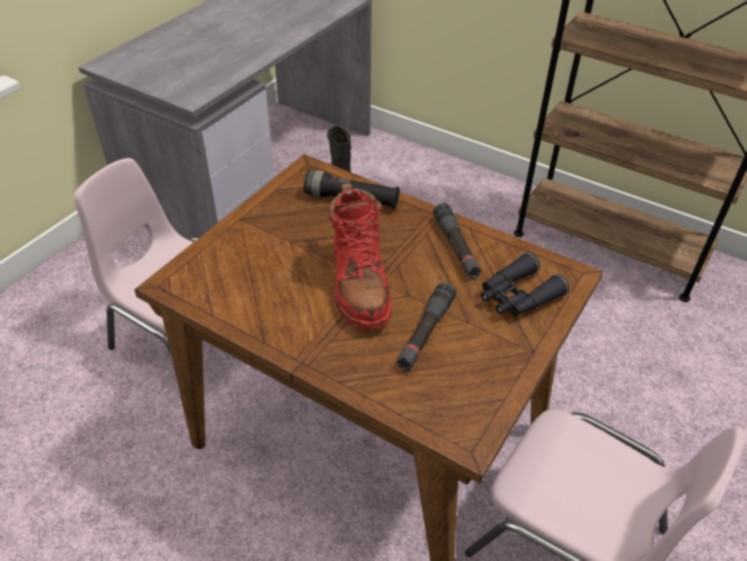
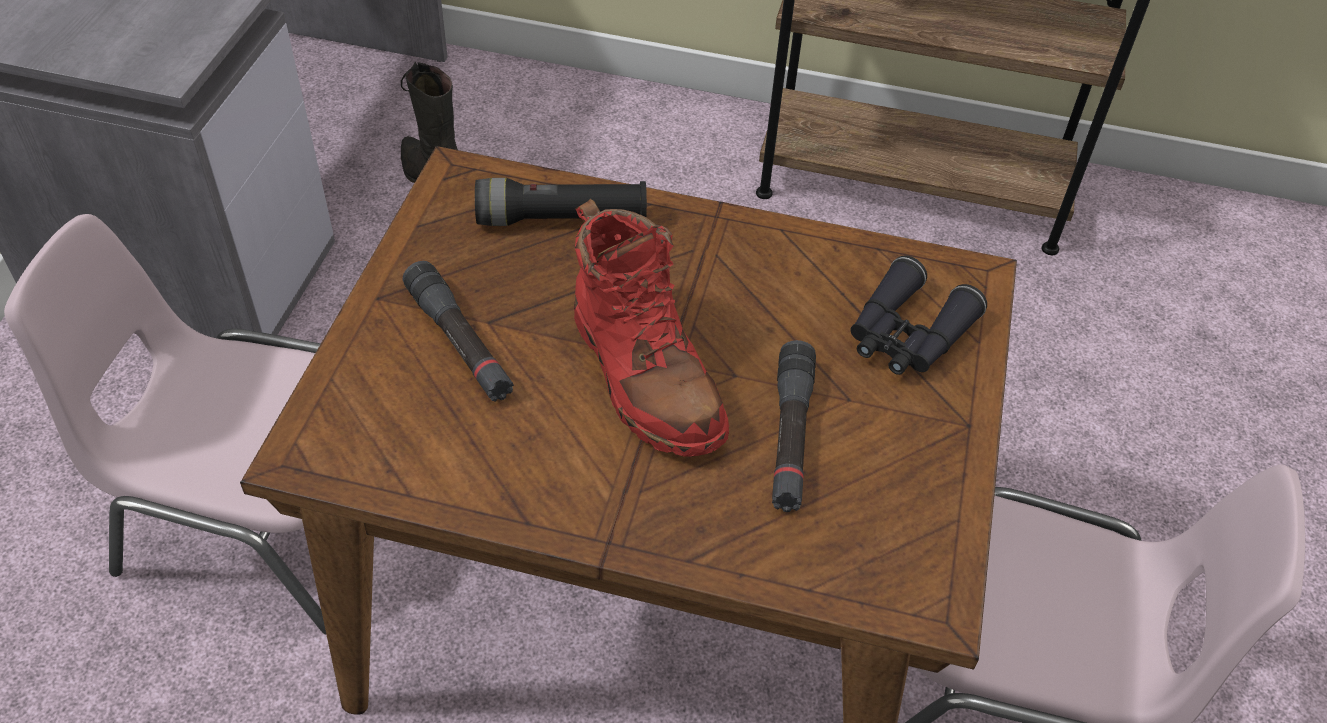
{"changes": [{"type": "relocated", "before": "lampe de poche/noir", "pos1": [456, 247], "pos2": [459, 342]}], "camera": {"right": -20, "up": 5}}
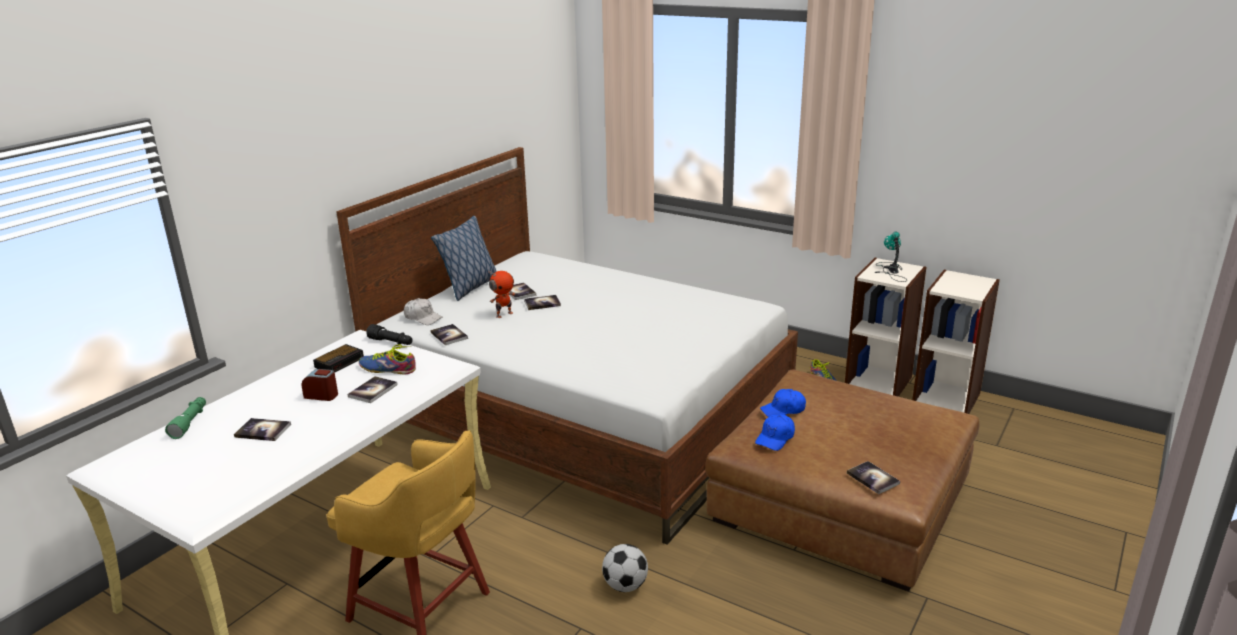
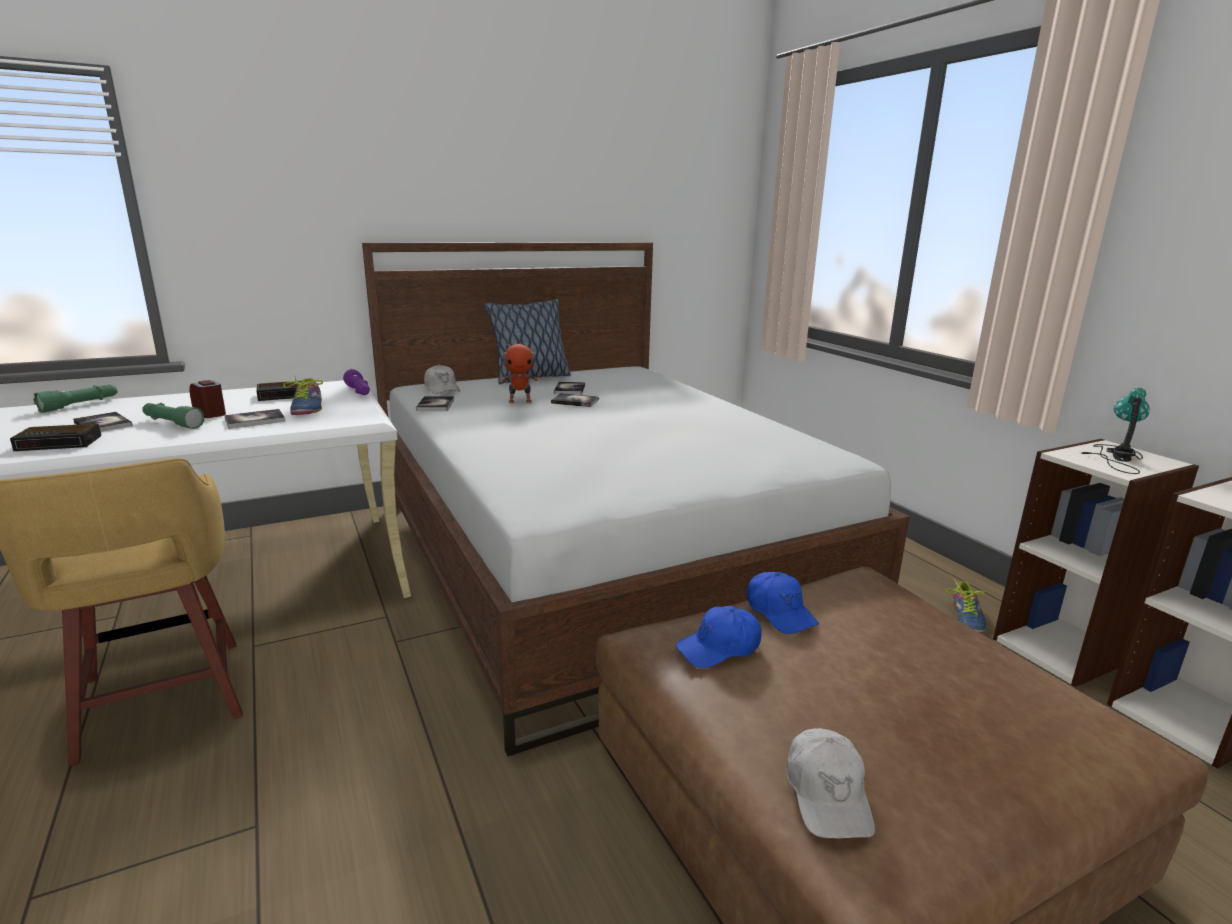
{"changes": [{"type": "colour", "before": "lampe de poche/noir", "after": "lampe de poche/violet", "pos1": [391, 342], "pos2": [359, 392]}, {"type": "spun", "before": "chaussure", "pos1": [387, 369], "pos2": [307, 408], "turn": -150}, {"type": "spun", "before": "casquette/bleu", "pos1": [783, 410], "pos2": [780, 612], "turn": -135}, {"type": "exchanged", "before": "livre", "after": "casquette/blanc", "pos1": [872, 478], "pos2": [828, 794]}, {"type": "missing", "before": "ballon de foot", "pos1": [625, 585]}, {"type": "appeared", "after": "lampe de poche/vert", "pos2": [172, 423]}, {"type": "appeared", "after": "réveil", "pos2": [61, 443]}], "camera": {"right": 30, "up": -5}}
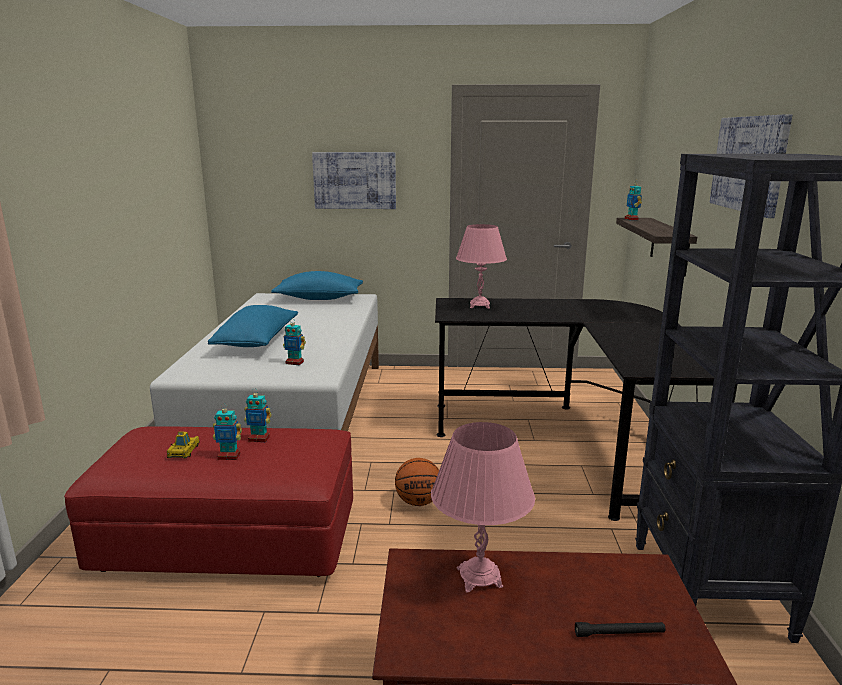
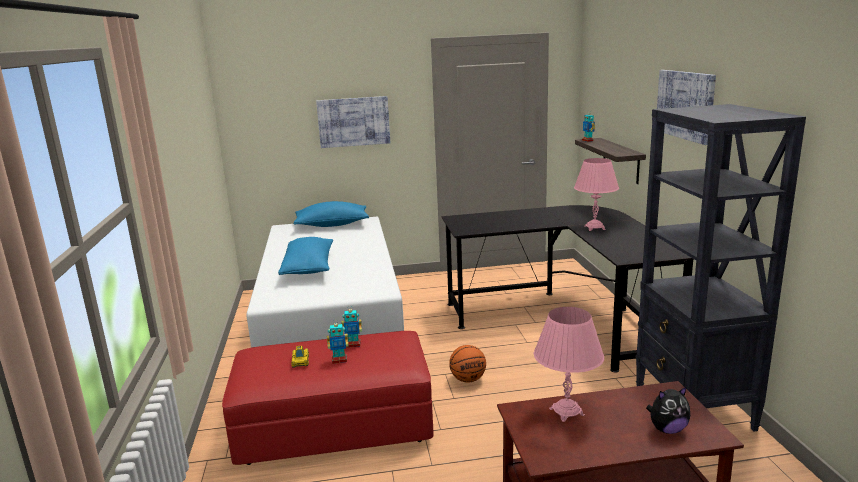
{"changes": [{"type": "relocated", "before": "lampe de table/rose", "pos1": [480, 306], "pos2": [594, 228]}, {"type": "missing", "before": "robot jouet", "pos1": [295, 362]}, {"type": "exchanged", "before": "lampe de poche/noir", "after": "peluche", "pos1": [619, 633], "pos2": [667, 429]}], "camera": {"right": -10, "up": 0}}
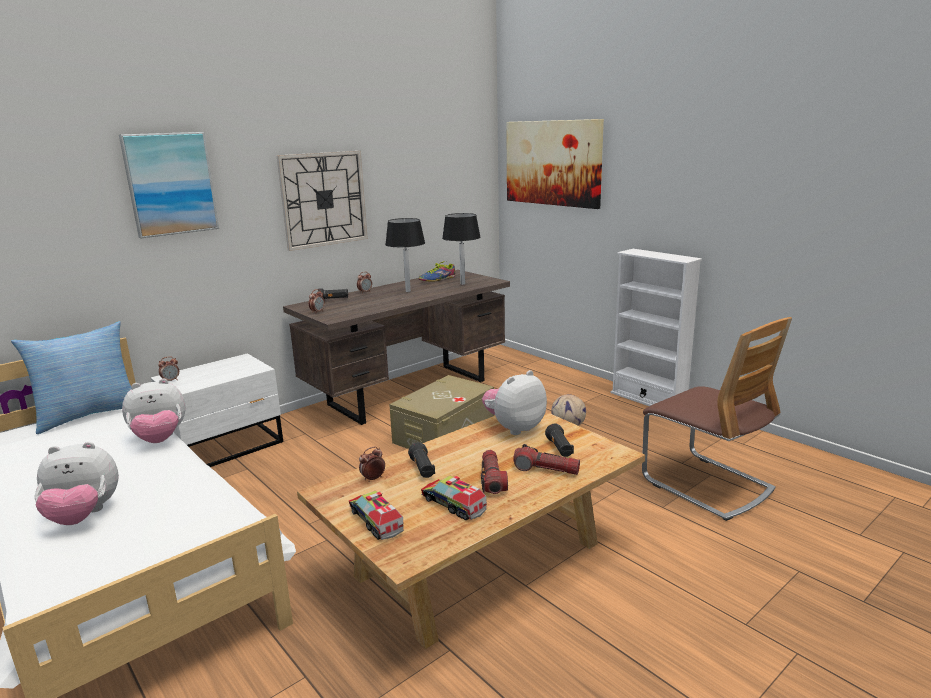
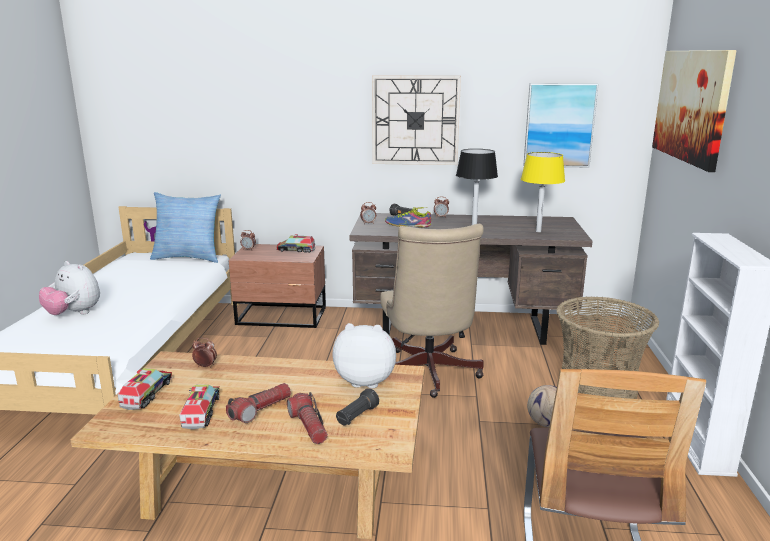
{"changes": [{"type": "relocated", "before": "tableau", "pos1": [170, 184], "pos2": [559, 125]}, {"type": "colour", "before": "lampe de table/noir", "after": "lampe de table/jaune", "pos1": [463, 284], "pos2": [538, 231]}, {"type": "relocated", "before": "chaussure", "pos1": [437, 279], "pos2": [408, 225]}, {"type": "colour", "before": "table de chevet/blanc", "after": "table de chevet/marron", "pos1": [227, 447], "pos2": [282, 316]}, {"type": "exchanged", "before": "boîte de rangement/beige", "after": "chaise de bureau/beige", "pos1": [444, 433], "pos2": [428, 374]}, {"type": "missing", "before": "peluche", "pos1": [160, 439]}, {"type": "missing", "before": "lampe de poche/noir", "pos1": [422, 469]}, {"type": "appeared", "after": "camion jouet", "pos2": [296, 250]}, {"type": "appeared", "after": "panier", "pos2": [597, 387]}], "camera": {"right": 45, "up": 0}}
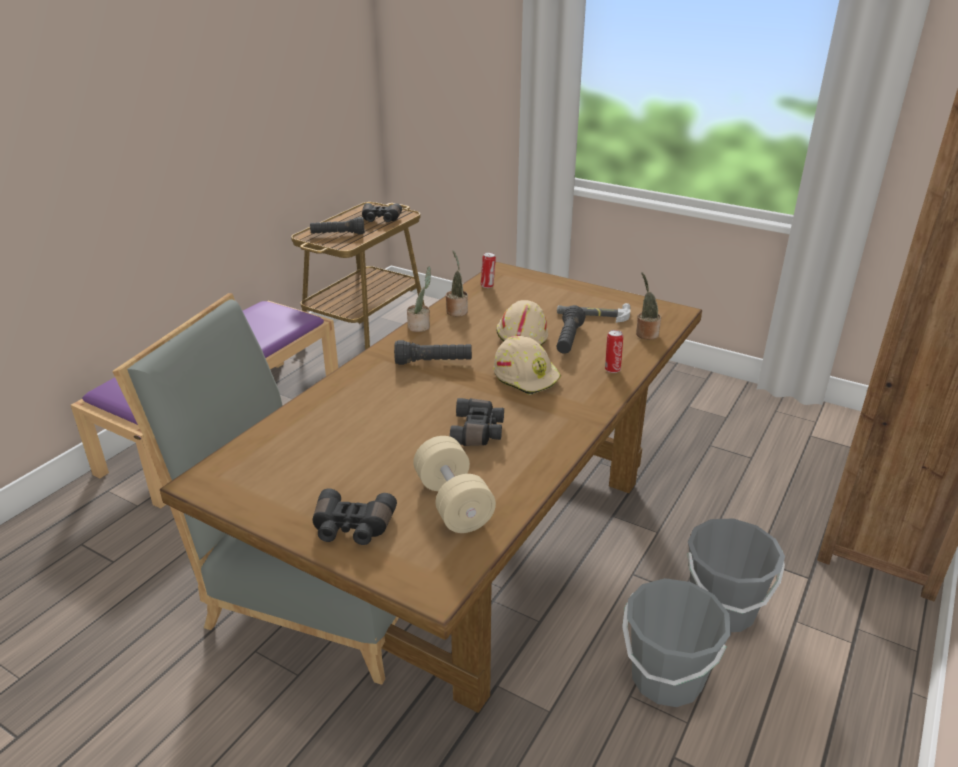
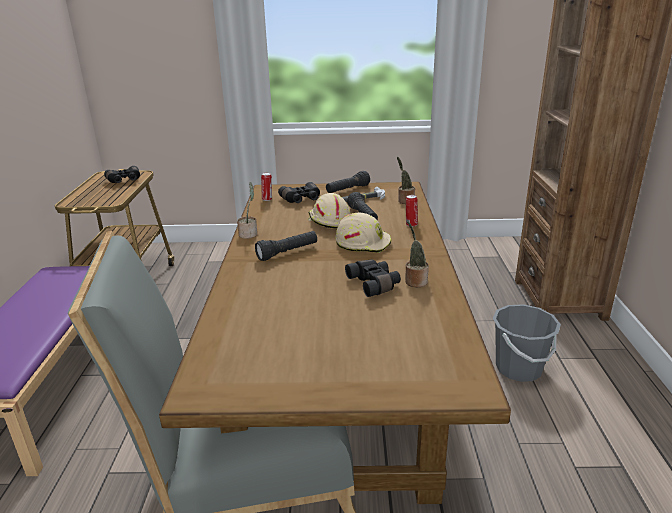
{"changes": [{"type": "relocated", "before": "lampe de poche/noir", "pos1": [338, 234], "pos2": [347, 190]}, {"type": "relocated", "before": "plante en pot", "pos1": [456, 311], "pos2": [415, 281]}, {"type": "missing", "before": "haltère/beige", "pos1": [453, 503]}, {"type": "relocated", "before": "jumelles/noir", "pos1": [352, 528], "pos2": [301, 199]}, {"type": "missing", "before": "seau/gris", "pos1": [666, 678]}], "camera": {"right": -30, "up": -5}}
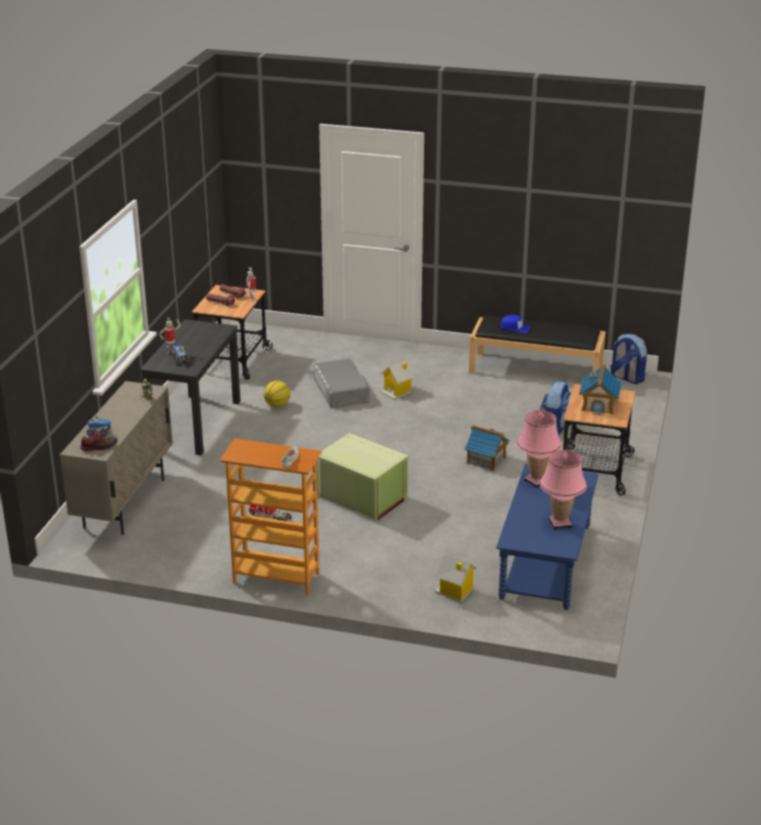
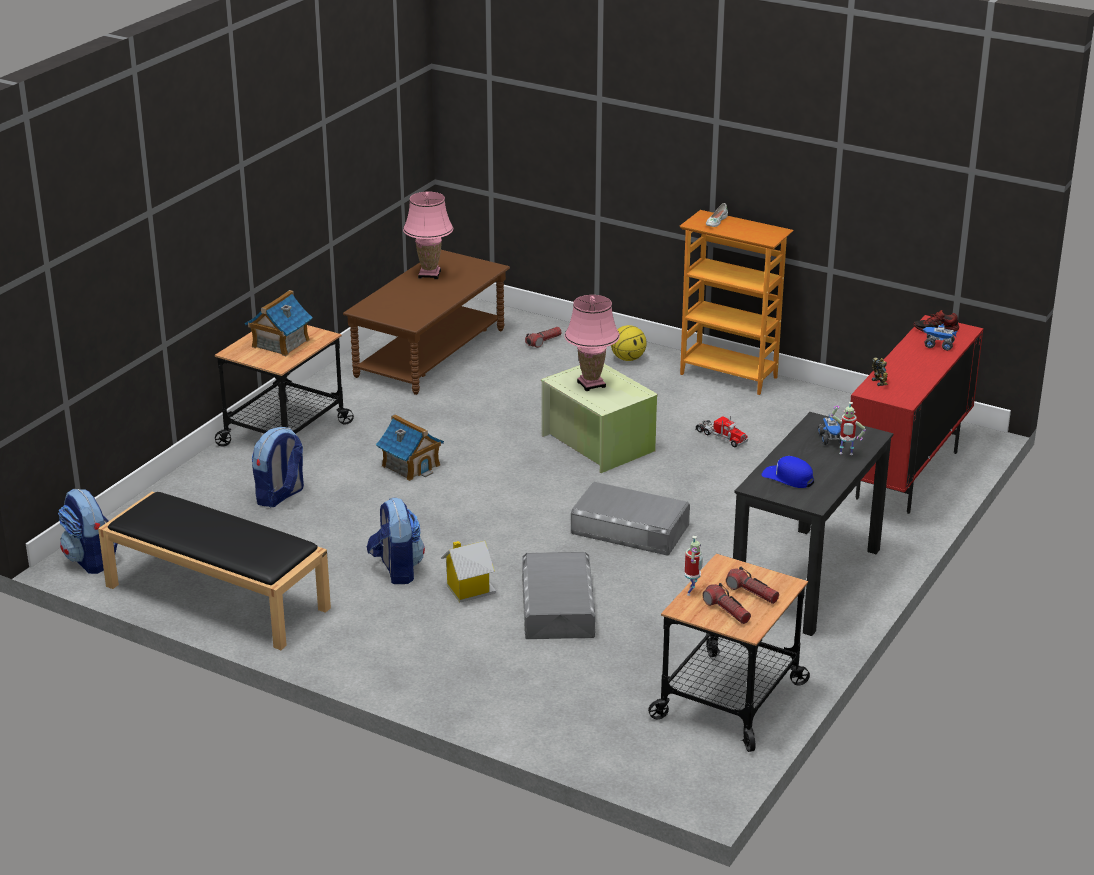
{"changes": [{"type": "relocated", "before": "casquette/bleu", "pos1": [515, 327], "pos2": [788, 478]}, {"type": "colour", "before": "meuble de rangement/beige", "after": "meuble de rangement/rouge", "pos1": [125, 503], "pos2": [907, 476]}, {"type": "relocated", "before": "ballon de basket", "pos1": [277, 405], "pos2": [628, 358]}, {"type": "relocated", "before": "lampe de table/rose", "pos1": [536, 481], "pos2": [591, 384]}, {"type": "colour", "before": "table basse/bleu", "after": "table basse/marron", "pos1": [545, 562], "pos2": [430, 353]}, {"type": "exchanged", "before": "maison miniature", "after": "lampe de poche", "pos1": [455, 592], "pos2": [543, 341]}, {"type": "appeared", "after": "boîte de rangement/gris", "pos2": [629, 529]}, {"type": "appeared", "after": "sac à dos", "pos2": [397, 570]}], "camera": {"right": -165, "up": 0}}
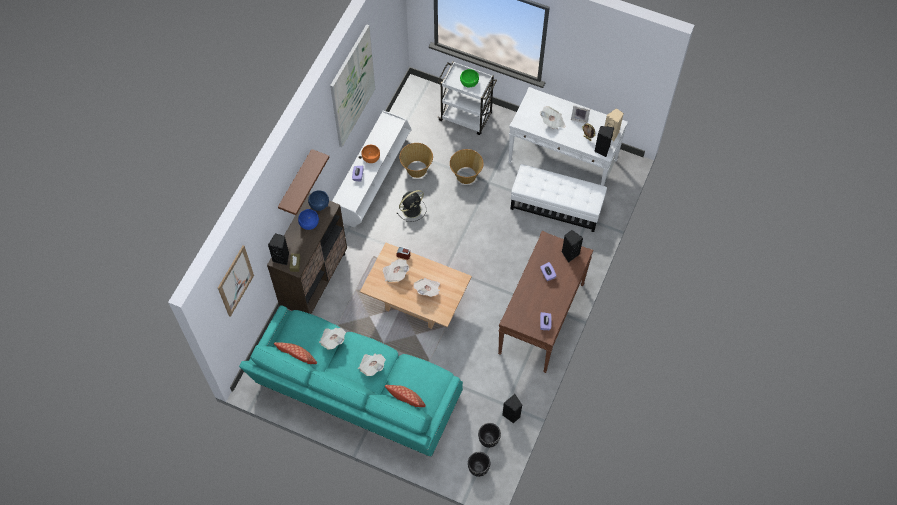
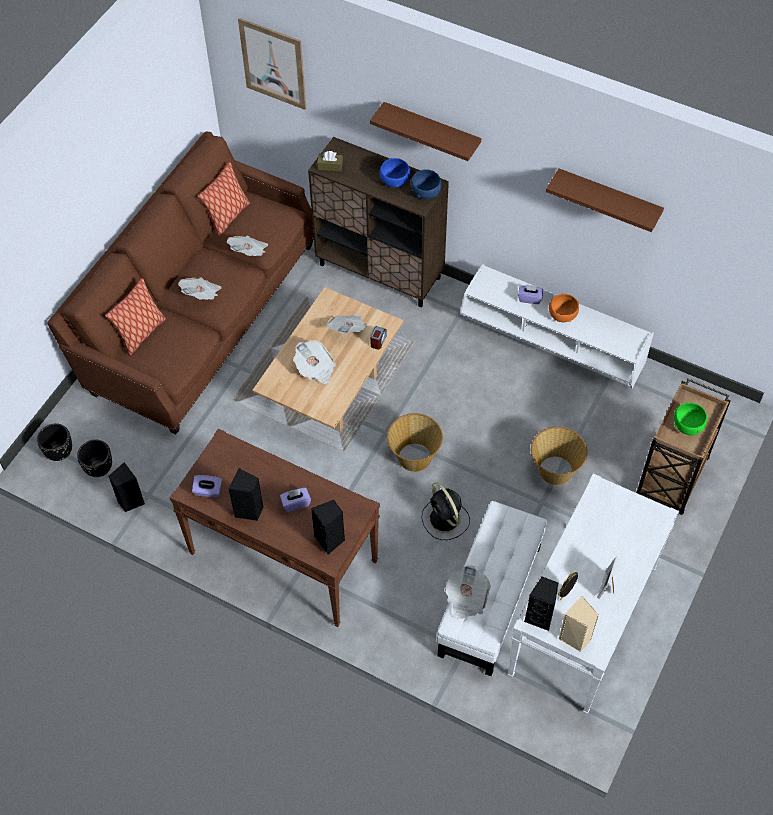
{"changes": [{"type": "exchanged", "before": "tableau", "after": "étagère/marron", "pos1": [352, 86], "pos2": [608, 199]}, {"type": "colour", "before": "chariot/blanc", "after": "chariot/marron", "pos1": [466, 117], "pos2": [671, 478]}, {"type": "relocated", "before": "journal", "pos1": [552, 122], "pos2": [466, 598]}, {"type": "relocated", "before": "panier", "pos1": [416, 169], "pos2": [414, 457]}, {"type": "relocated", "before": "ventilateur/noir", "pos1": [412, 209], "pos2": [445, 520]}, {"type": "relocated", "before": "enceinte/noir", "pos1": [282, 258], "pos2": [249, 510]}, {"type": "colour", "before": "canapé/turquoise", "after": "canapé/marron", "pos1": [356, 394], "pos2": [199, 314]}], "camera": {"right": 95, "up": -5}}
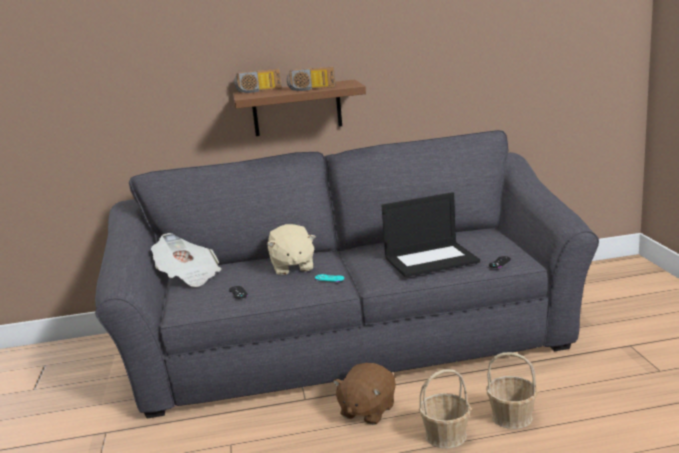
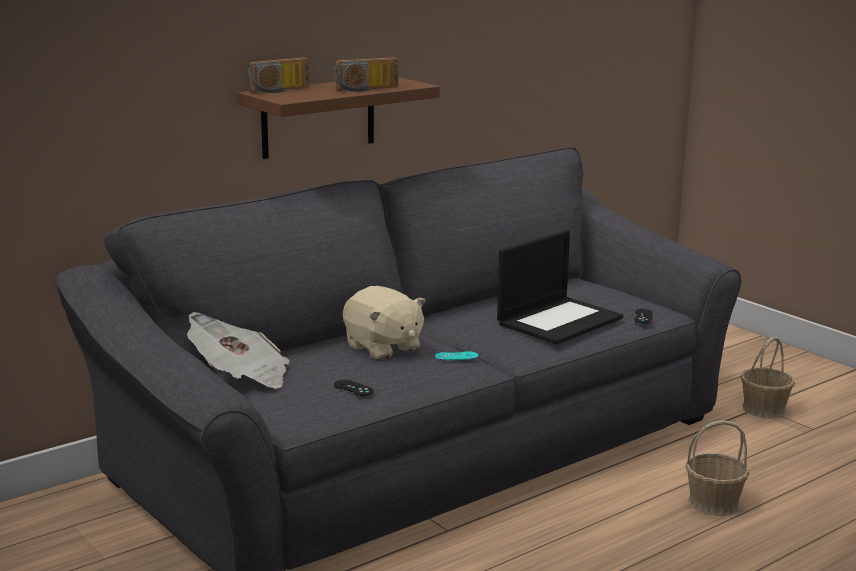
{"changes": [{"type": "missing", "before": "peluche/marron", "pos1": [367, 411]}, {"type": "relocated", "before": "panier", "pos1": [446, 435], "pos2": [764, 409]}], "camera": {"right": -30, "up": 0}}
